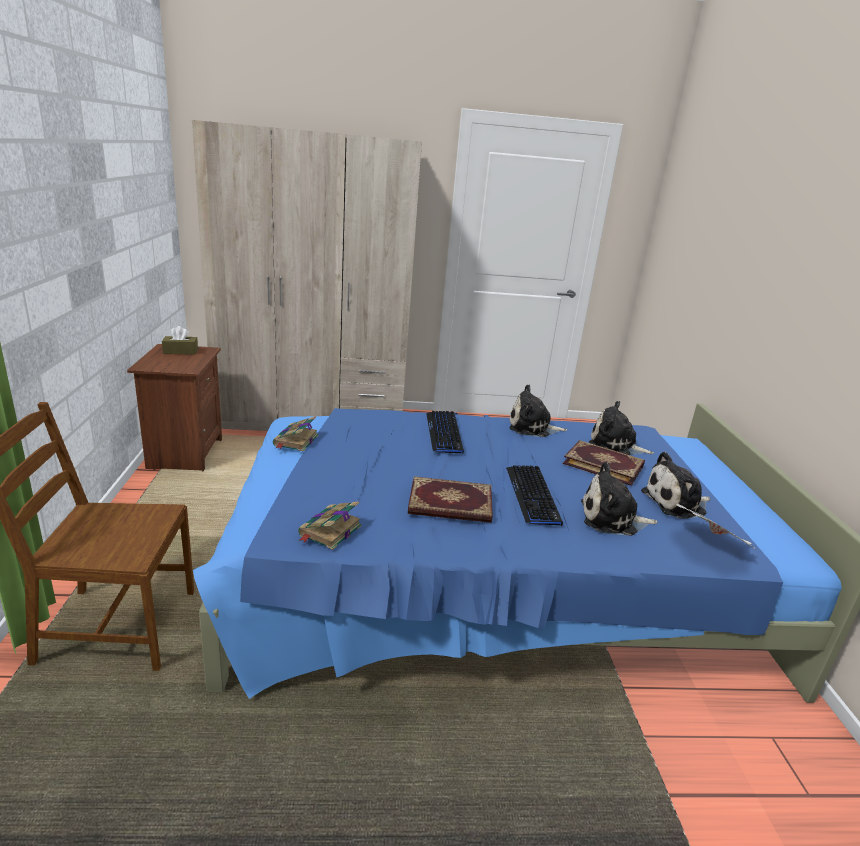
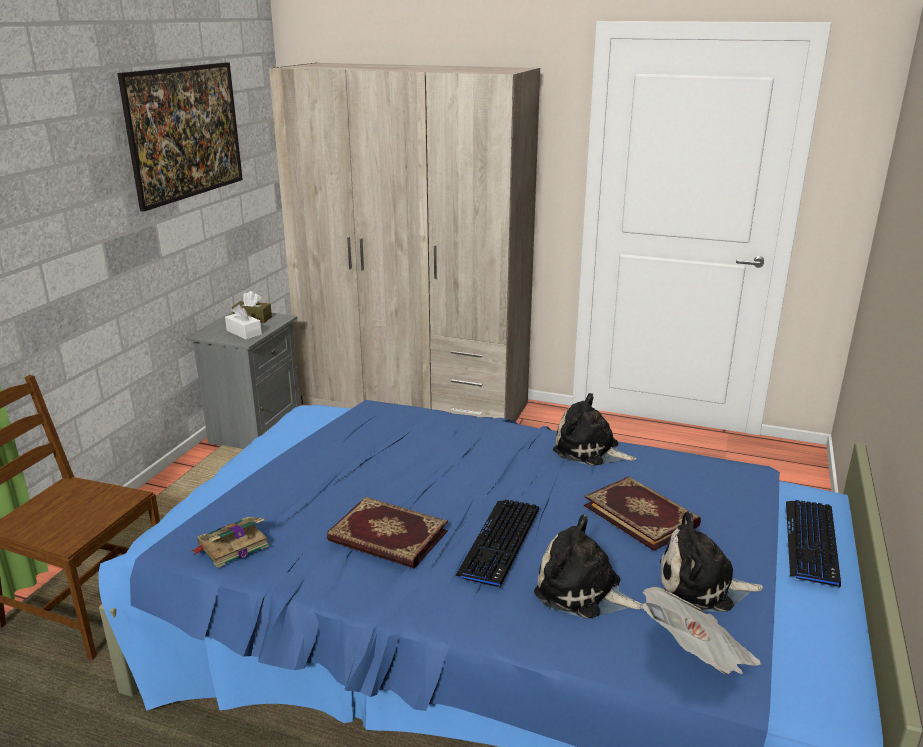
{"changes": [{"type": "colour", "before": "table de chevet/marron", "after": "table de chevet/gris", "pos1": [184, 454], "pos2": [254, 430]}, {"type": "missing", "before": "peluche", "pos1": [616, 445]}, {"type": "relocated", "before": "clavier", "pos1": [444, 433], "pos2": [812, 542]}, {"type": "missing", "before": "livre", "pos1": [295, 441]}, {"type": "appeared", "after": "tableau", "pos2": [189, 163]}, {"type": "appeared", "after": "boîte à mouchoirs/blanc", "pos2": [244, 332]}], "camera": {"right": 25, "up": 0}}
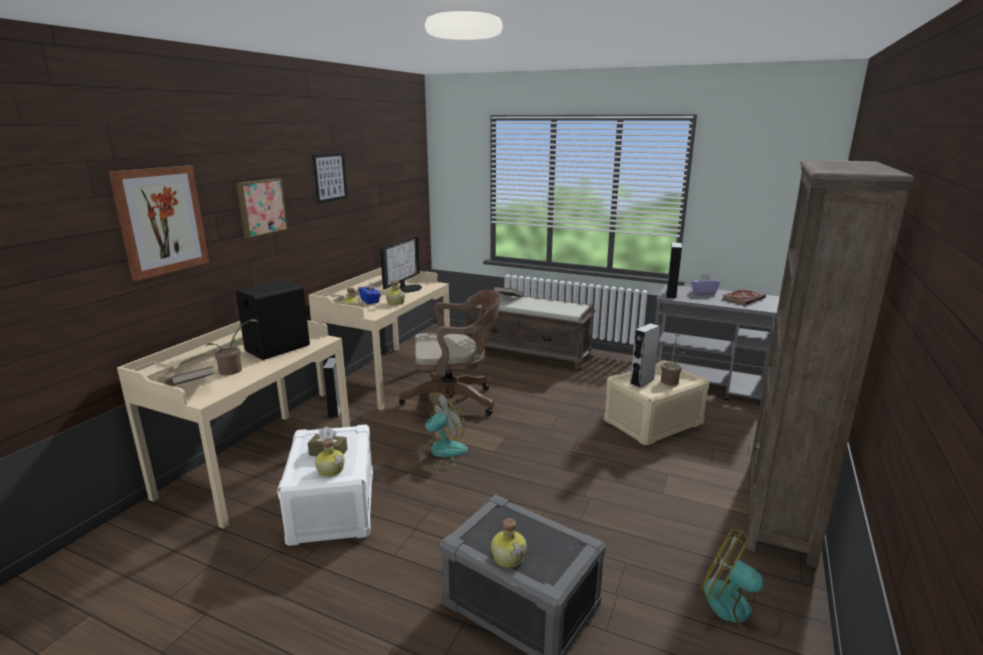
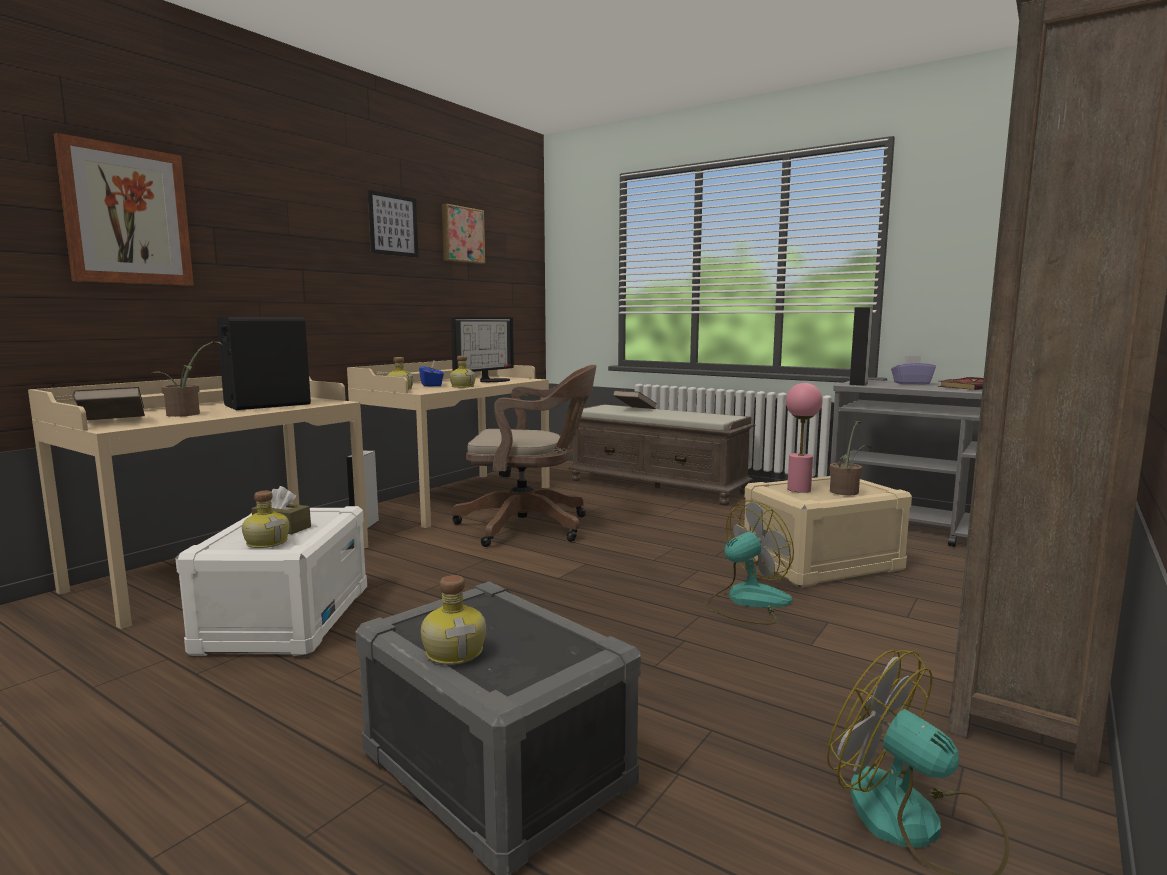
{"changes": [{"type": "relocated", "before": "tableau", "pos1": [260, 207], "pos2": [461, 235]}, {"type": "exchanged", "before": "enceinte/gris", "after": "lampe de table/rose", "pos1": [642, 381], "pos2": [799, 489]}, {"type": "relocated", "before": "ventilateur", "pos1": [441, 453], "pos2": [747, 602]}], "camera": {"right": 10, "up": -10}}
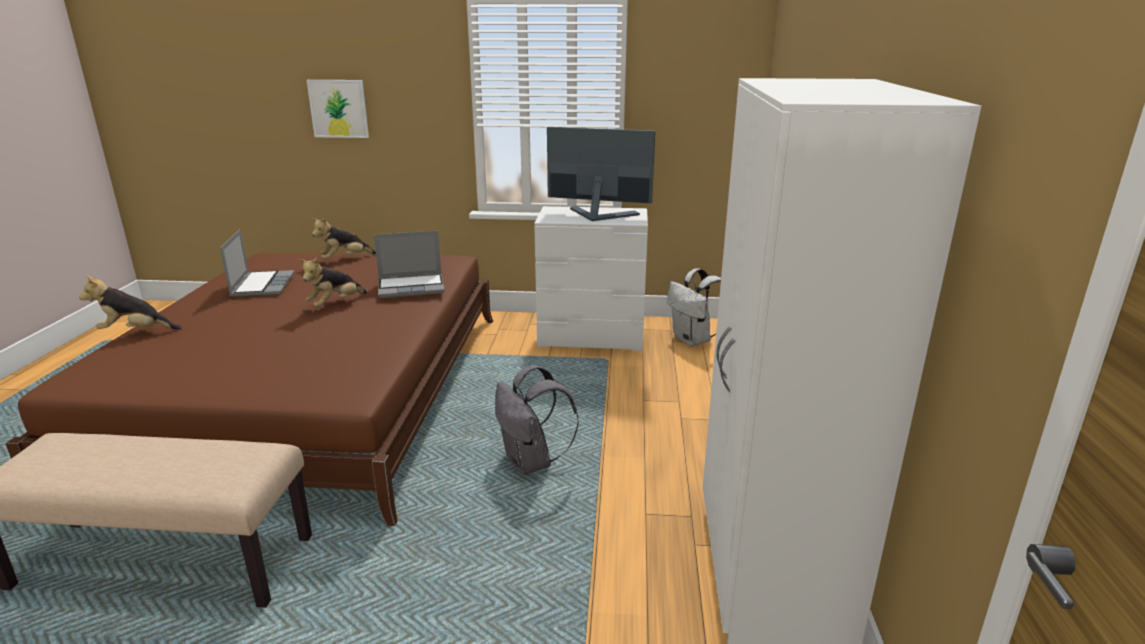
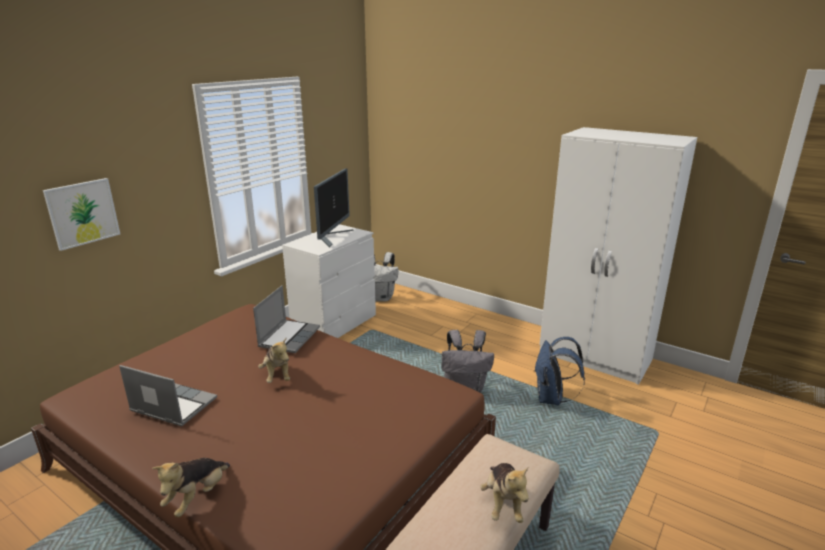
{"changes": [{"type": "spun", "before": "écran d'ordinateur", "pos1": [598, 215], "pos2": [332, 237], "turn": 150}, {"type": "relocated", "before": "peluche", "pos1": [345, 259], "pos2": [503, 503]}, {"type": "appeared", "after": "sac à dos/bleu", "pos2": [552, 398]}], "camera": {"right": -60, "up": 0}}
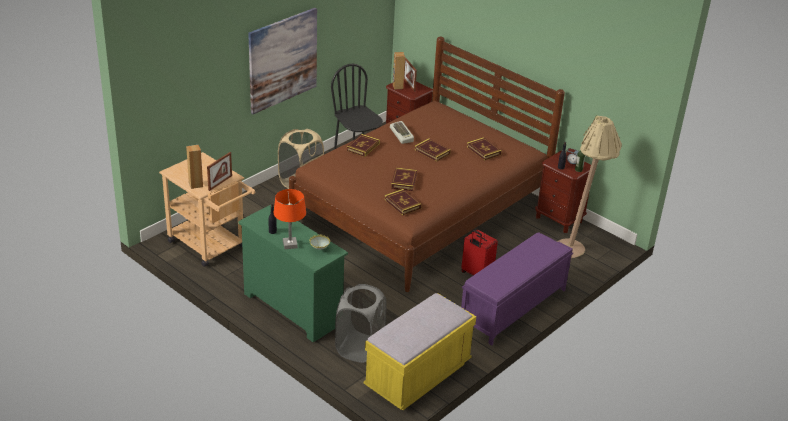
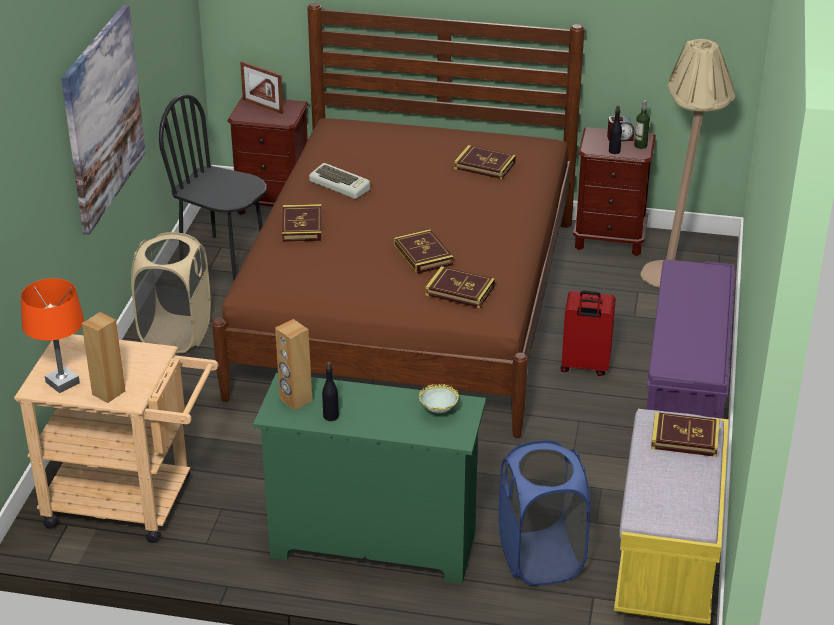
{"changes": [{"type": "relocated", "before": "enceinte/marron", "pos1": [397, 86], "pos2": [295, 400]}, {"type": "relocated", "before": "livre", "pos1": [432, 152], "pos2": [684, 438]}, {"type": "missing", "before": "cadre photo", "pos1": [220, 183]}, {"type": "relocated", "before": "lampe de table/orange", "pos1": [290, 245], "pos2": [63, 383]}, {"type": "colour", "before": "panier à linge/gris", "after": "panier à linge/bleu", "pos1": [359, 348], "pos2": [540, 558]}], "camera": {"right": -30, "up": 0}}
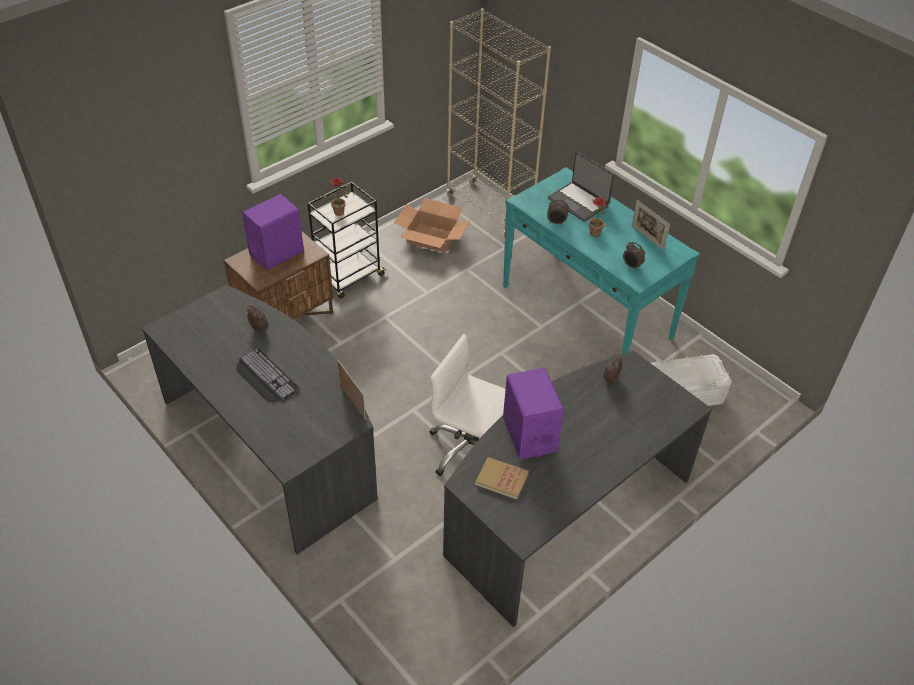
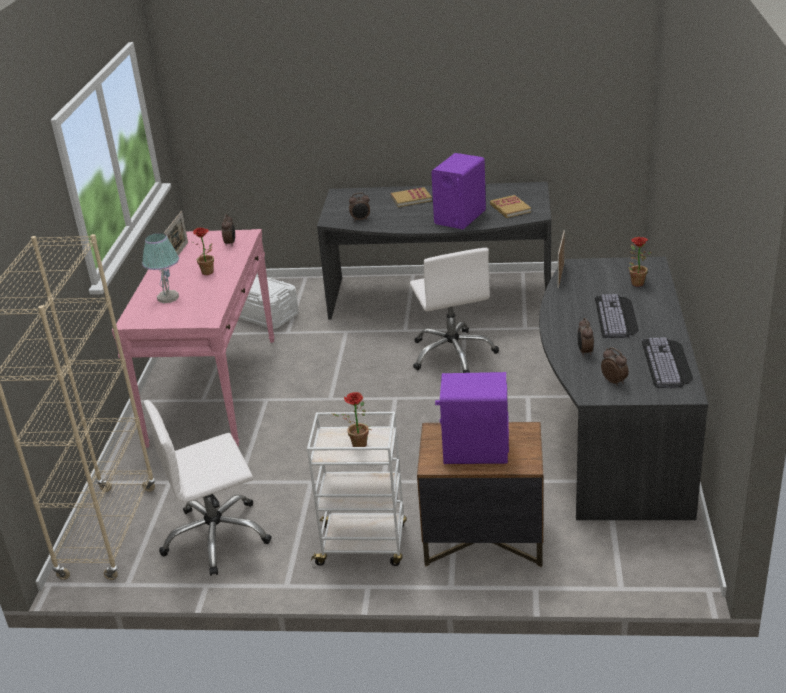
{"changes": [{"type": "exchanged", "before": "ordinateur portable", "after": "lampe de table", "pos1": [579, 202], "pos2": [168, 297]}, {"type": "colour", "before": "table console/turquoise", "after": "table console/rose", "pos1": [587, 312], "pos2": [213, 390]}, {"type": "colour", "before": "chariot/noir", "after": "chariot/blanc", "pos1": [349, 277], "pos2": [363, 545]}, {"type": "exchanged", "before": "carton", "after": "chaise de bureau/blanc", "pos1": [432, 238], "pos2": [216, 537]}, {"type": "relocated", "before": "réveil", "pos1": [556, 223], "pos2": [614, 381]}, {"type": "appeared", "after": "livre", "pos2": [411, 199]}, {"type": "appeared", "after": "plante en pot", "pos2": [635, 282]}, {"type": "appeared", "after": "clavier", "pos2": [668, 363]}], "camera": {"right": -130, "up": -15}}
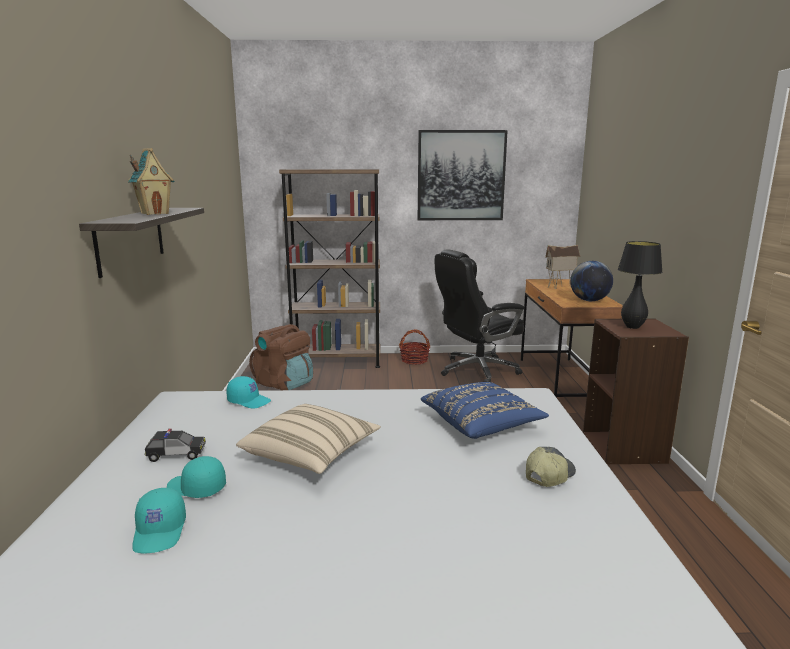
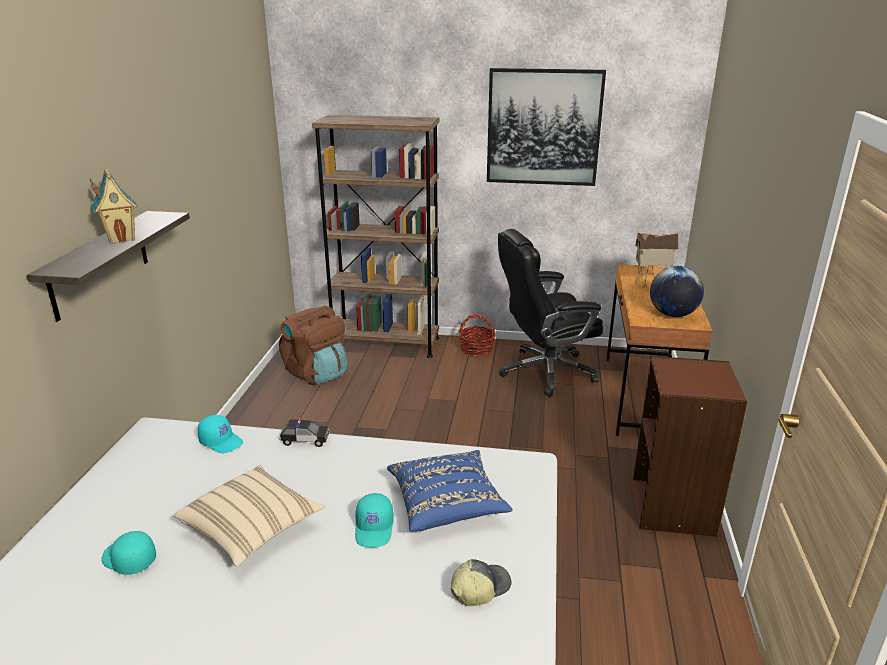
{"changes": [{"type": "missing", "before": "lampe de table/noir", "pos1": [632, 327]}, {"type": "relocated", "before": "petite voiture", "pos1": [176, 454], "pos2": [305, 440]}, {"type": "relocated", "before": "casquette/turquoise", "pos1": [160, 532], "pos2": [375, 529]}], "camera": {"right": 10, "up": 10}}
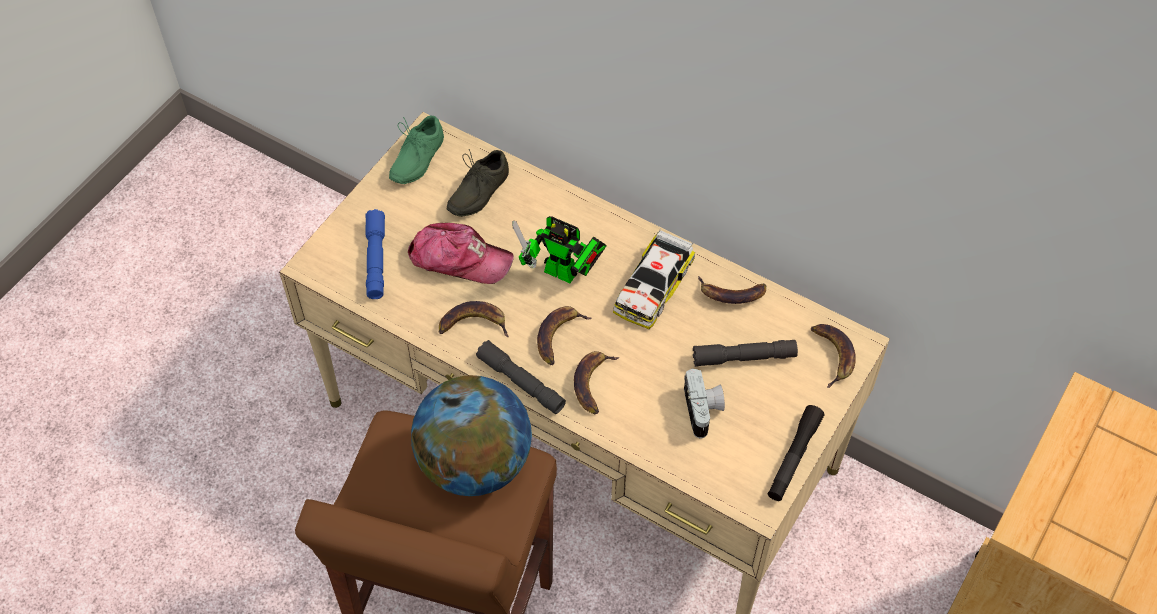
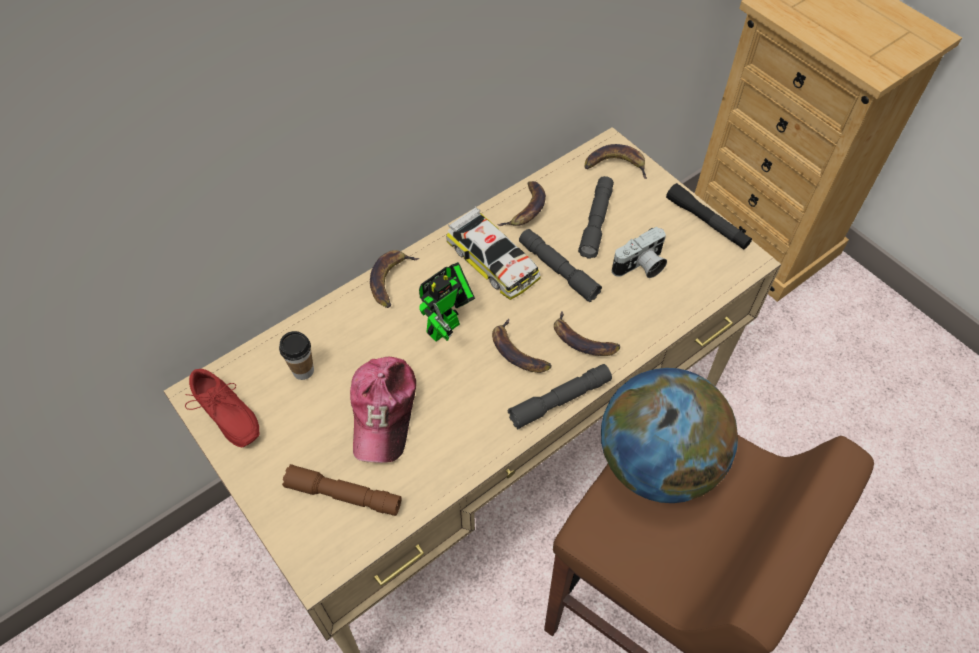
{"changes": [{"type": "colour", "before": "chaussure/vert", "after": "chaussure/rouge", "pos1": [415, 158], "pos2": [224, 416]}, {"type": "exchanged", "before": "chaussure/gris", "after": "tasse", "pos1": [476, 191], "pos2": [303, 370]}, {"type": "colour", "before": "lampe de poche/bleu", "after": "lampe de poche/marron", "pos1": [376, 260], "pos2": [344, 495]}, {"type": "spun", "before": "casquette", "pos1": [459, 259], "pos2": [384, 411], "turn": 150}, {"type": "relocated", "before": "banane", "pos1": [474, 323], "pos2": [390, 279]}, {"type": "spun", "before": "appareil photo", "pos1": [704, 410], "pos2": [640, 267], "turn": 135}, {"type": "appeared", "after": "lampe de poche/gris", "pos2": [558, 270]}], "camera": {"right": -70, "up": 0}}
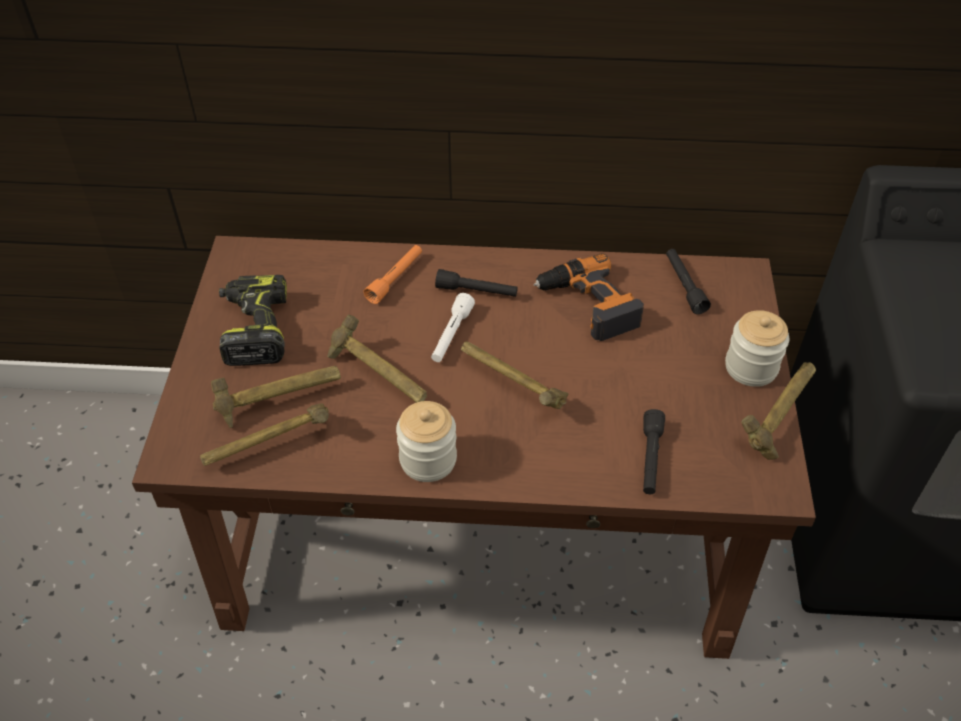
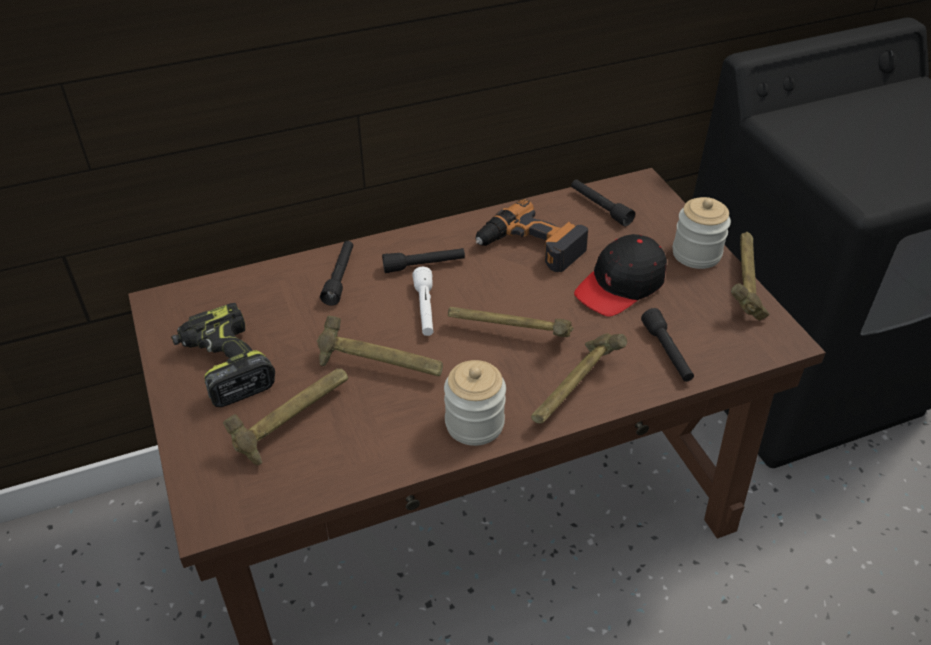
{"changes": [{"type": "colour", "before": "lampe de poche/orange", "after": "lampe de poche/noir", "pos1": [395, 279], "pos2": [340, 278]}, {"type": "relocated", "before": "marteau", "pos1": [269, 446], "pos2": [573, 390]}, {"type": "appeared", "after": "casquette/noir", "pos2": [620, 285]}], "camera": {"right": -25, "up": -5}}
